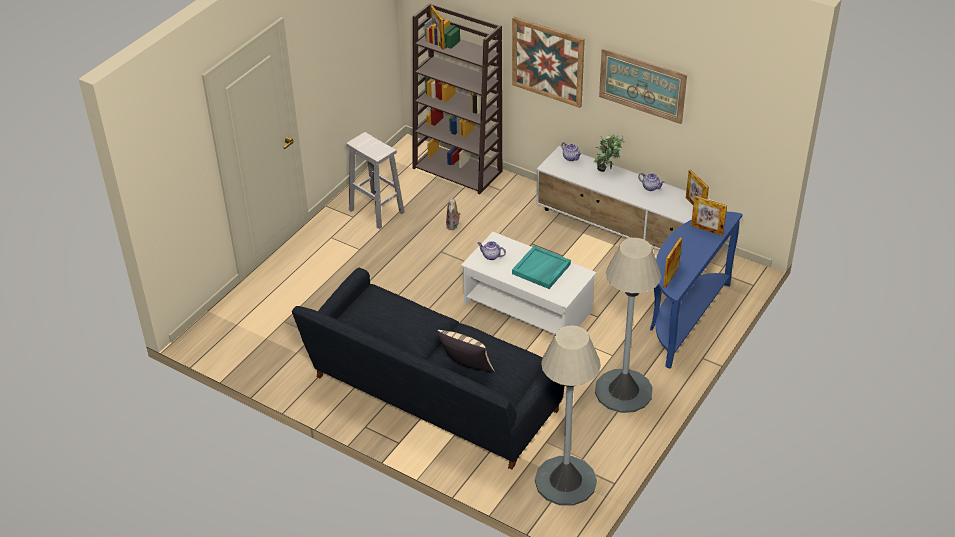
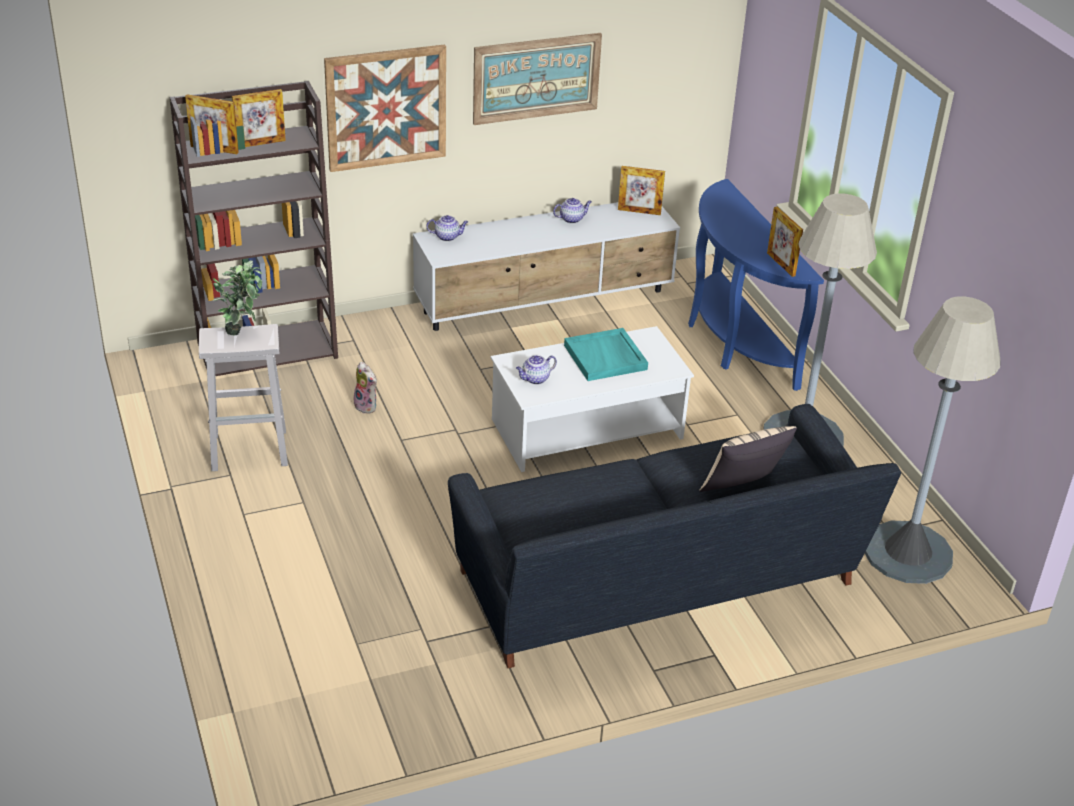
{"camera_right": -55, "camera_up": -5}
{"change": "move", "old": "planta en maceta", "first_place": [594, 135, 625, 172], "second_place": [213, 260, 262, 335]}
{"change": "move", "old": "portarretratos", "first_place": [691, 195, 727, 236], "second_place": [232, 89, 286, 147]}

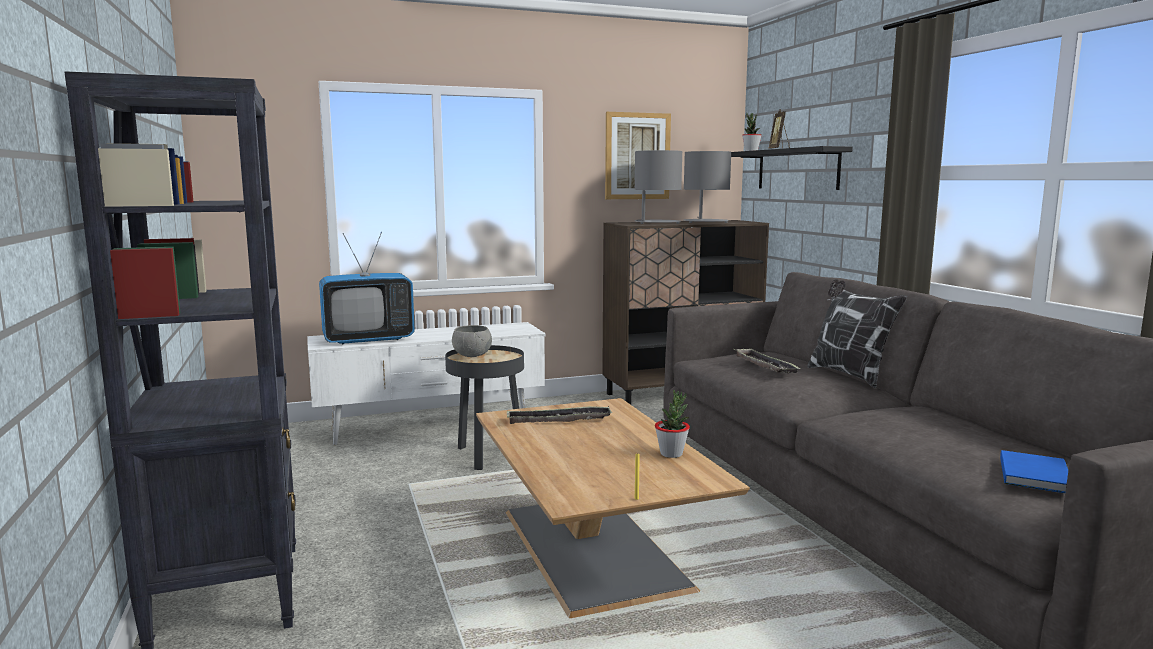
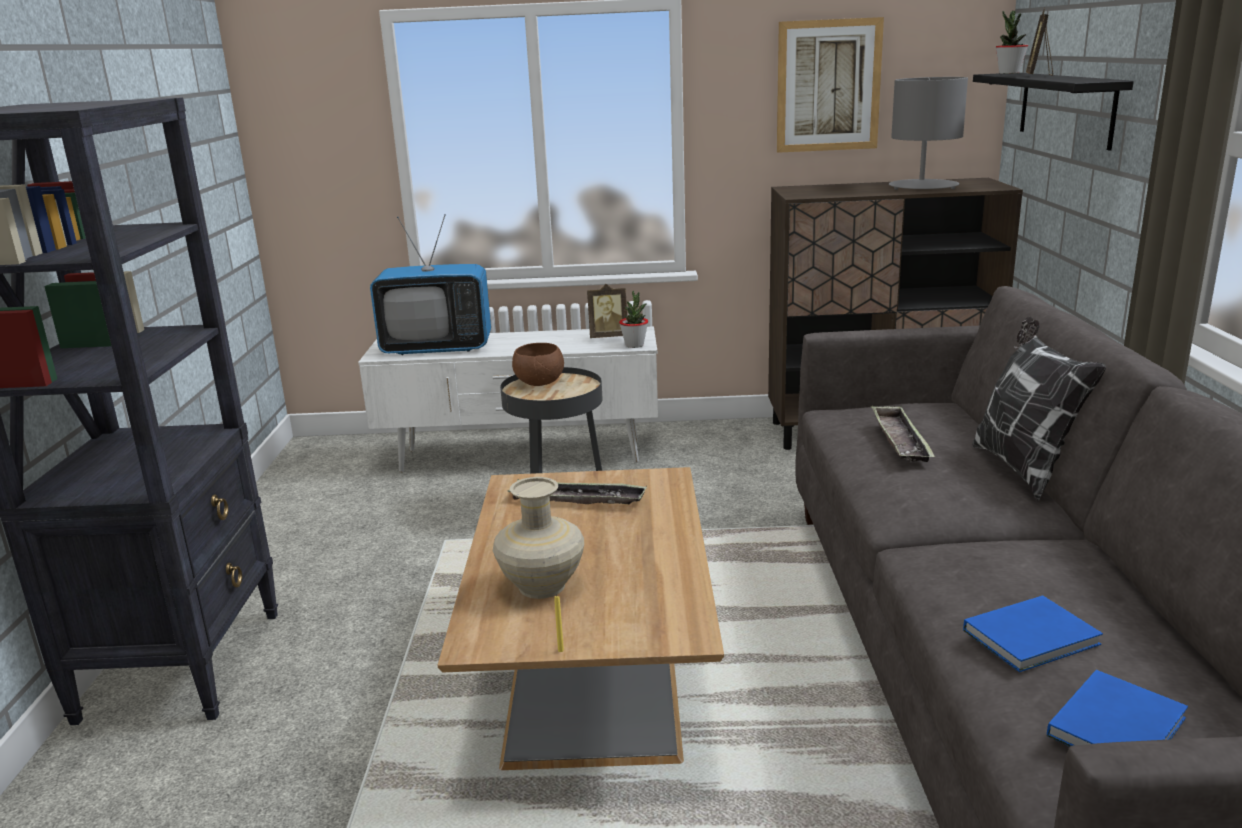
{"camera_right": 20, "camera_up": 10}
{"change": "delete", "old": "lámpara de mesa/gris", "first_place": [635, 150, 682, 224]}
{"change": "insert", "new": "florero/beis", "second_place": [493, 477, 584, 599]}
{"change": "insert", "new": "portarretratos", "second_place": [587, 284, 627, 338]}
{"change": "insert", "new": "libro/azul", "second_place": [963, 595, 1103, 672]}
{"change": "move", "old": "planta en maceta", "first_place": [655, 390, 690, 458], "second_place": [619, 291, 648, 348]}
{"change": "recolor", "old": "cuenco/gris", "new": "cuenco/marrón", "first_place": [452, 325, 492, 357], "second_place": [512, 343, 564, 386]}

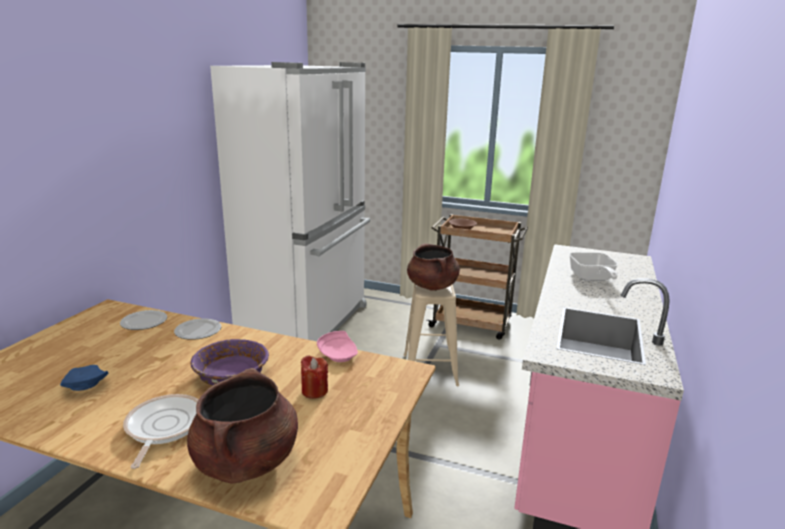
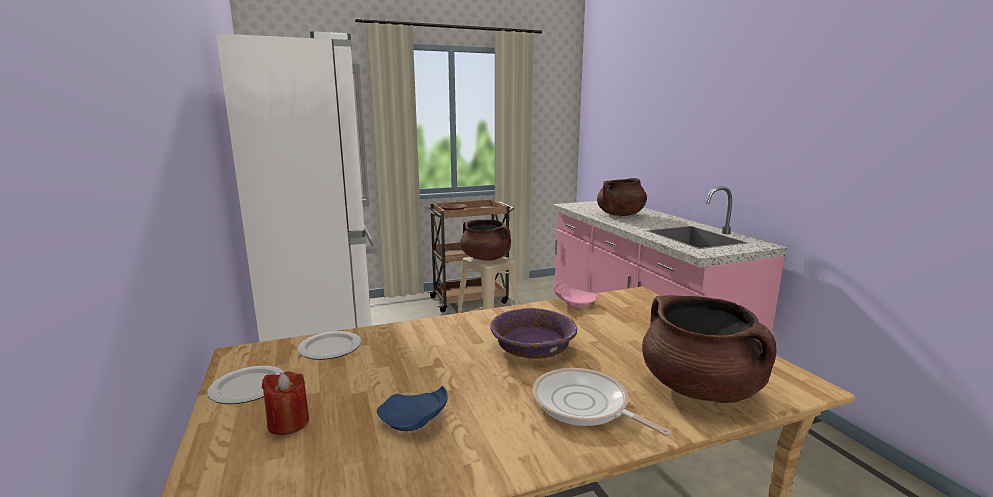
{"camera_right": -40, "camera_up": -5}
{"change": "move", "old": "plato", "first_place": [174, 318, 221, 340], "second_place": [207, 366, 284, 404]}
{"change": "move", "old": "vela/rojo", "first_place": [301, 355, 328, 399], "second_place": [262, 371, 309, 435]}
{"change": "replace", "old": "sartén", "new": "olla/marrón", "first_place": [569, 252, 618, 281], "second_place": [597, 178, 647, 216]}

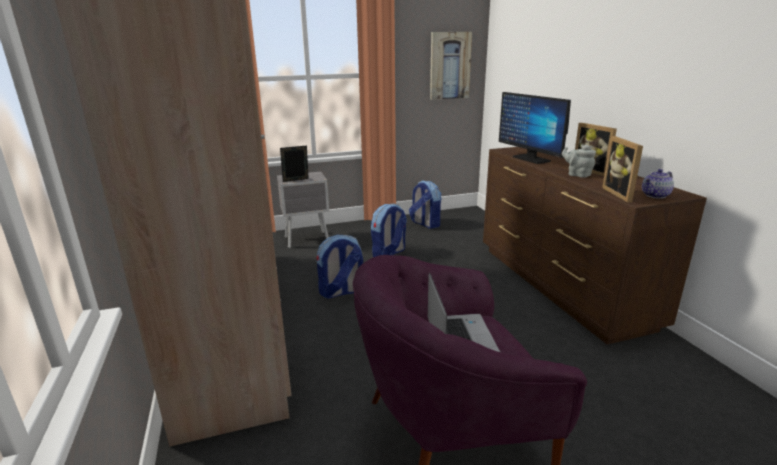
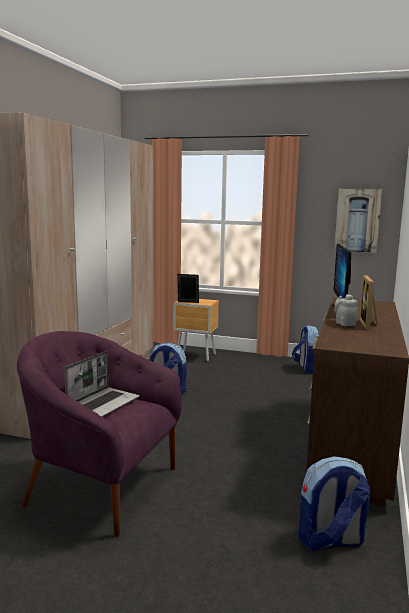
{"camera_right": 35, "camera_up": -10}
{"change": "delete", "old": "portarretratos", "first_place": [602, 136, 643, 202]}
{"change": "delete", "old": "tetera", "first_place": [642, 169, 674, 199]}
{"change": "move", "old": "mochila", "first_place": [371, 203, 407, 257], "second_place": [298, 456, 370, 551]}
{"change": "recolor", "old": "mesita de noche/gris", "new": "mesita de noche/marrón", "first_place": [277, 172, 329, 248], "second_place": [174, 299, 219, 361]}

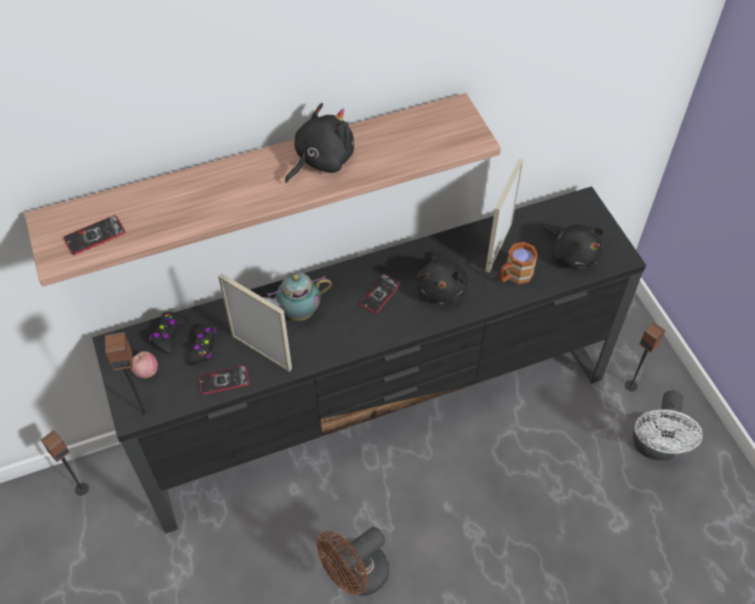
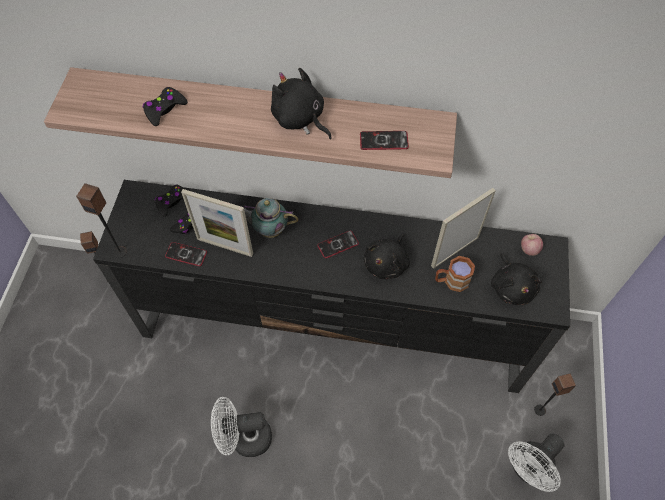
{"camera_right": 30, "camera_up": 5}
{"change": "insert", "new": "mando de consola/negro", "second_place": [142, 87, 188, 126]}
{"change": "move", "old": "móvil", "first_place": [63, 215, 125, 255], "second_place": [360, 131, 409, 150]}
{"change": "move", "old": "manzana", "first_place": [131, 351, 158, 378], "second_place": [521, 234, 543, 256]}
{"change": "recolor", "old": "ventilador/marrón", "new": "ventilador/blanco", "first_place": [317, 527, 390, 596], "second_place": [211, 397, 272, 457]}
{"change": "rotate", "old": "portarretratos", "first_place": [218, 273, 292, 372], "second_place": [181, 189, 253, 257], "degrees": 135}
{"change": "rotate", "old": "peluche/negro", "first_place": [285, 103, 354, 183], "second_place": [271, 68, 332, 139], "degrees": -120}

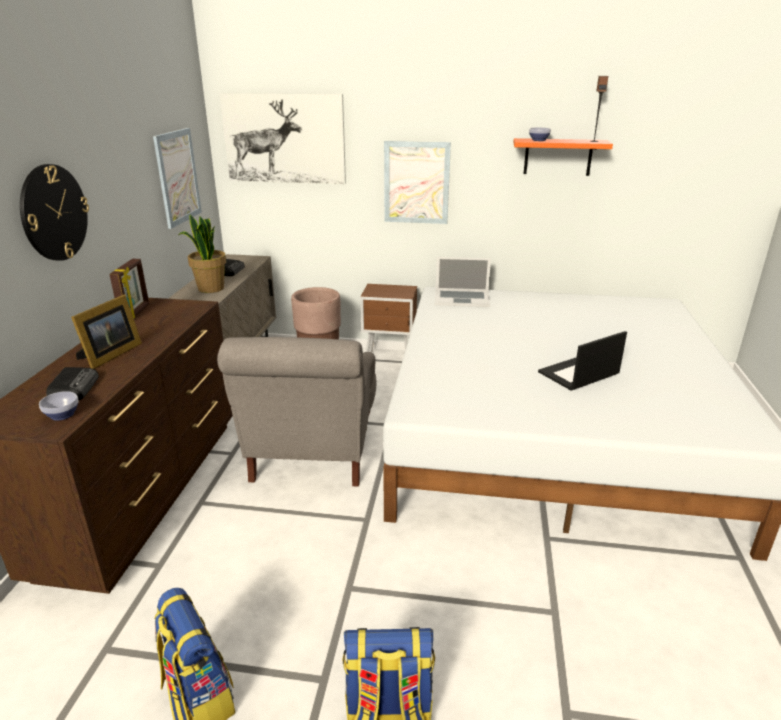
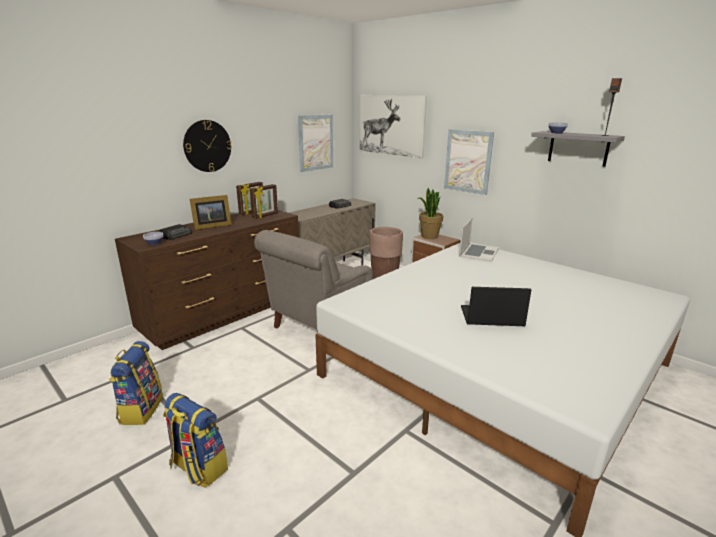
{"camera_right": 35, "camera_up": -5}
{"change": "insert", "new": "portarretratos", "second_place": [250, 184, 278, 219]}
{"change": "move", "old": "planta en maceta", "first_place": [179, 214, 226, 293], "second_place": [417, 188, 443, 239]}
{"change": "recolor", "old": "estante/naranja", "new": "estante/gris", "first_place": [513, 138, 613, 176], "second_place": [531, 131, 625, 167]}
{"change": "rotate", "old": "portátil", "first_place": [434, 257, 491, 307], "second_place": [459, 218, 499, 262], "degrees": -105}

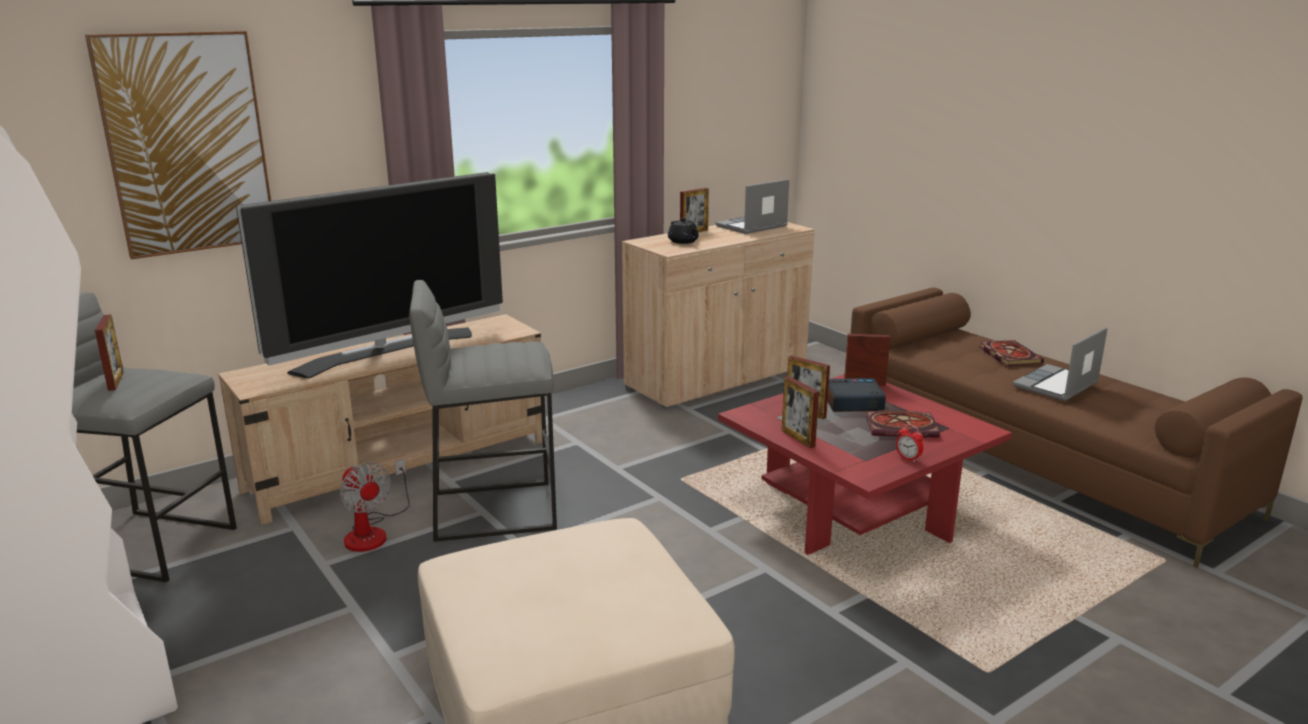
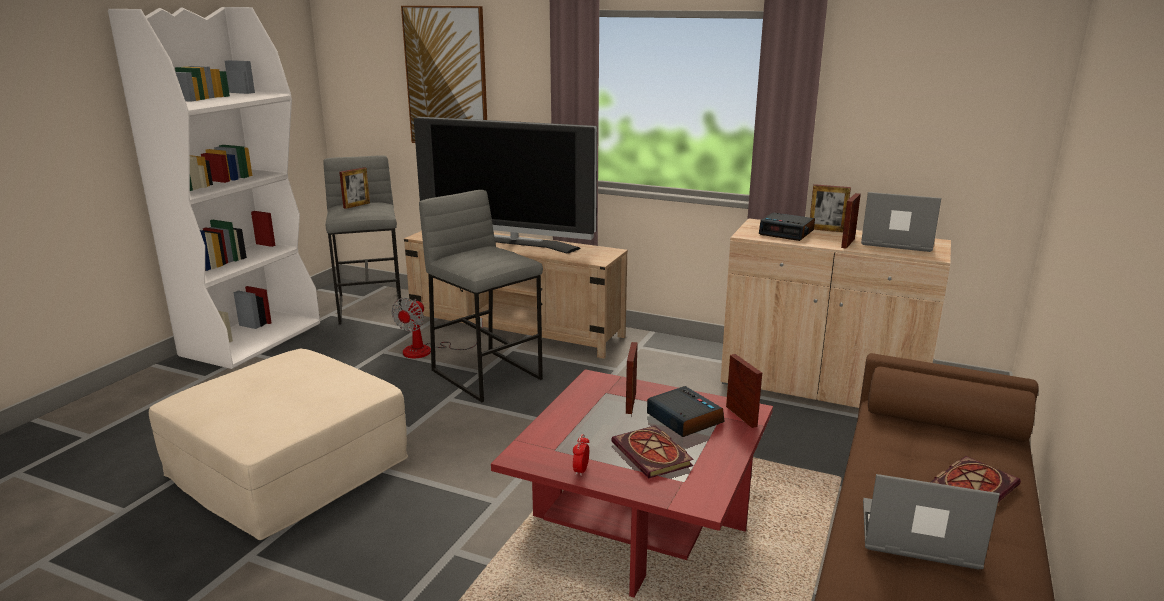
{"camera_right": 60, "camera_up": 0}
{"change": "move", "old": "portarretratos", "first_place": [782, 376, 819, 448], "second_place": [841, 193, 861, 249]}
{"change": "replace", "old": "tetera/negro", "new": "despertador", "first_place": [668, 218, 699, 244], "second_place": [759, 212, 815, 241]}

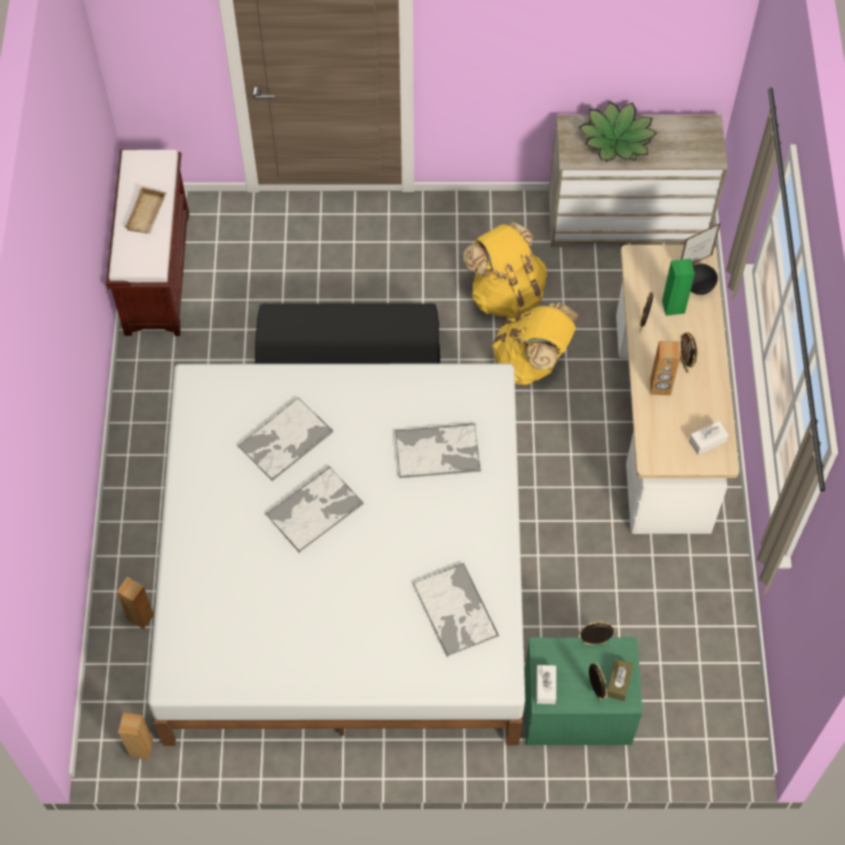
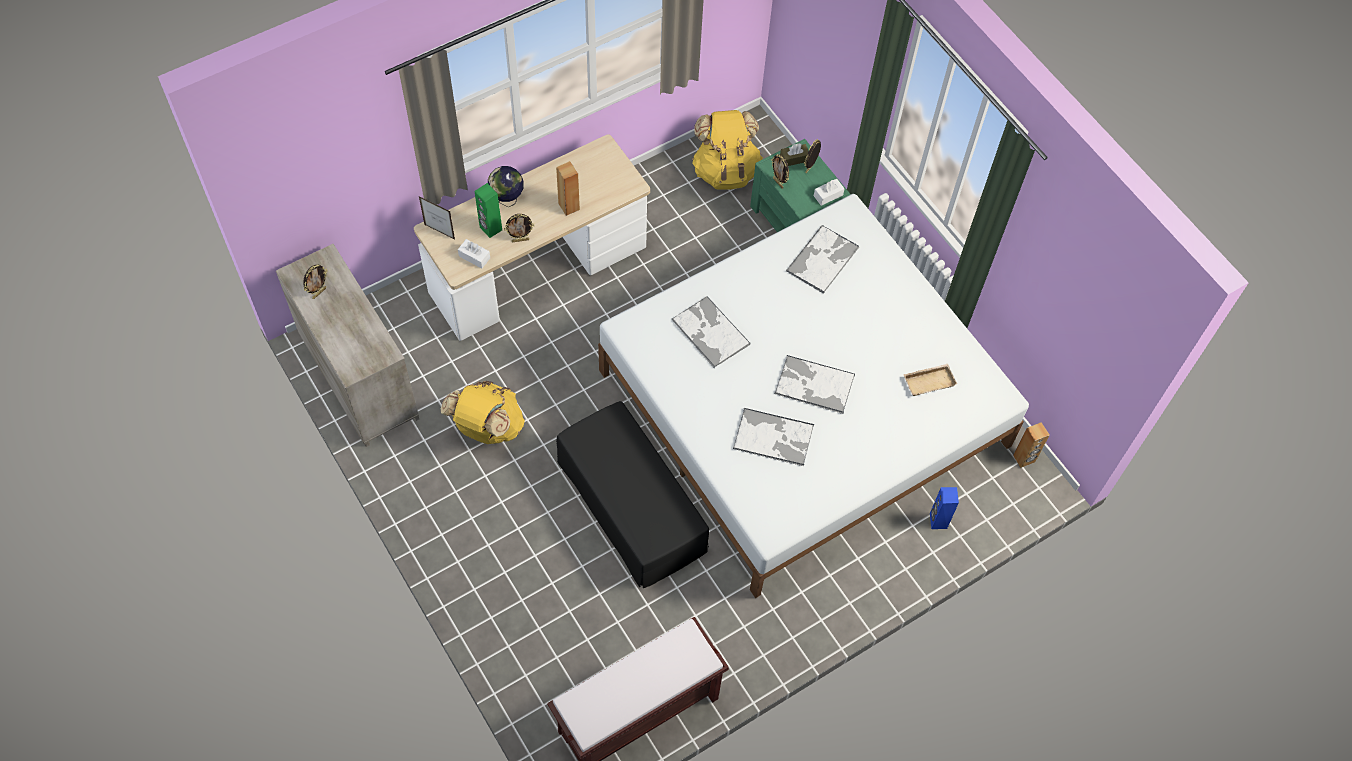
{"camera_right": -125, "camera_up": 0}
{"change": "delete", "old": "planta en maceta", "first_place": [579, 101, 657, 162]}
{"change": "delete", "old": "cuenco/negro", "first_place": [691, 263, 718, 295]}
{"change": "insert", "new": "globo terráqueo", "second_place": [488, 166, 524, 207]}
{"change": "move", "old": "bandeja/beis", "first_place": [124, 186, 167, 234], "second_place": [904, 364, 957, 396]}
{"change": "move", "old": "mochila/amarillo", "first_place": [492, 302, 579, 385], "second_place": [692, 110, 763, 190]}
{"change": "move", "old": "portarretratos", "first_place": [680, 332, 697, 373], "second_place": [303, 264, 327, 299]}
{"change": "move", "old": "caja de pañuelos/blanco", "first_place": [689, 421, 729, 455], "second_place": [458, 239, 490, 268]}
{"change": "recolor", "old": "altavoz/marrón", "new": "altavoz/azul", "first_place": [117, 577, 154, 629], "second_place": [930, 487, 959, 529]}

